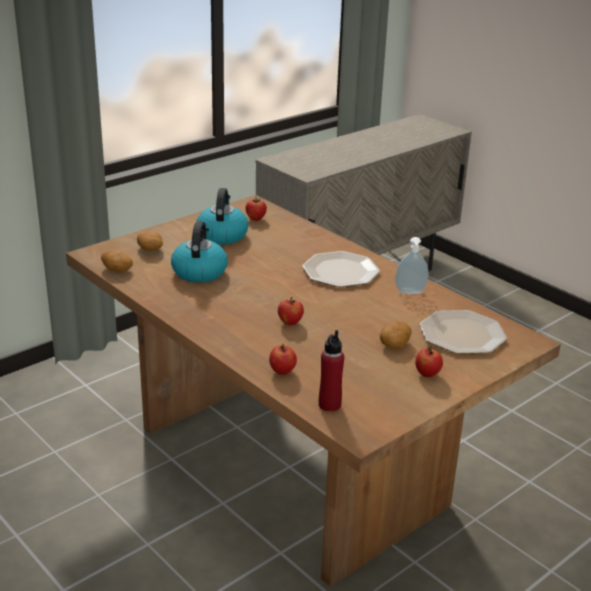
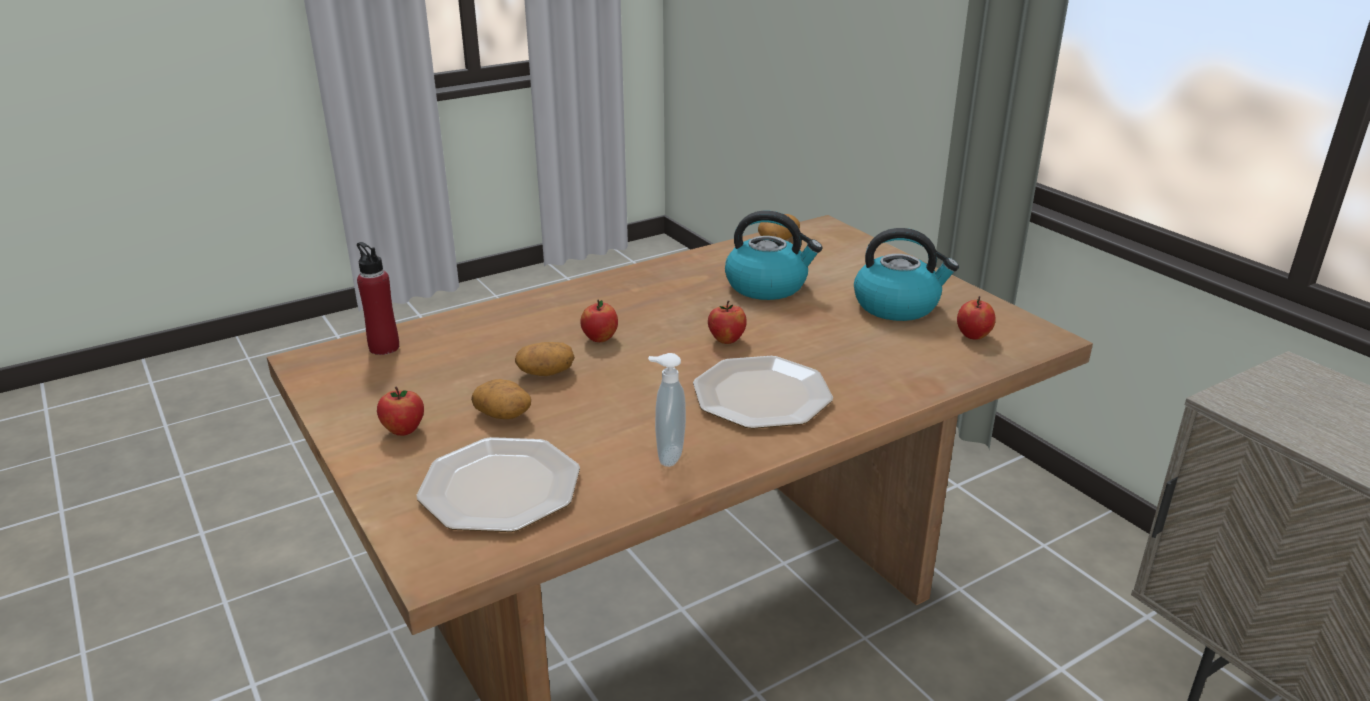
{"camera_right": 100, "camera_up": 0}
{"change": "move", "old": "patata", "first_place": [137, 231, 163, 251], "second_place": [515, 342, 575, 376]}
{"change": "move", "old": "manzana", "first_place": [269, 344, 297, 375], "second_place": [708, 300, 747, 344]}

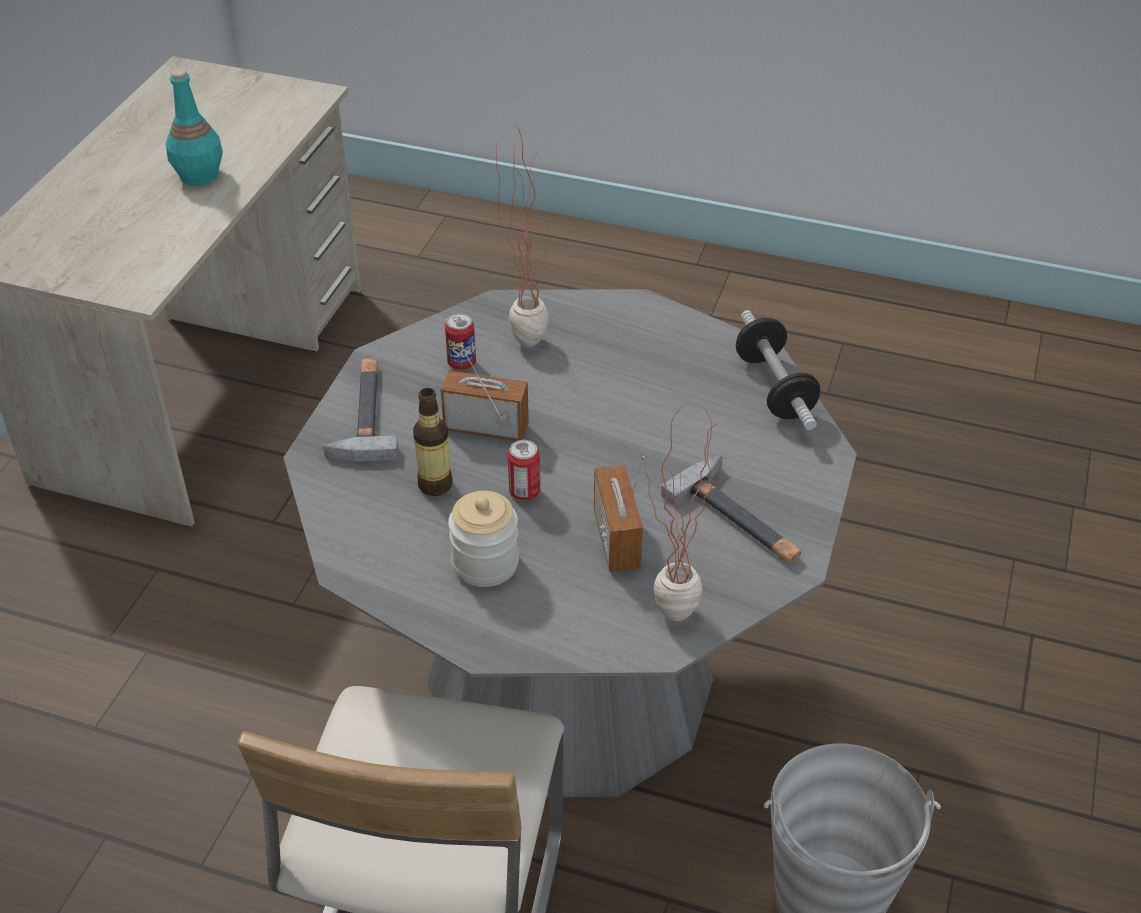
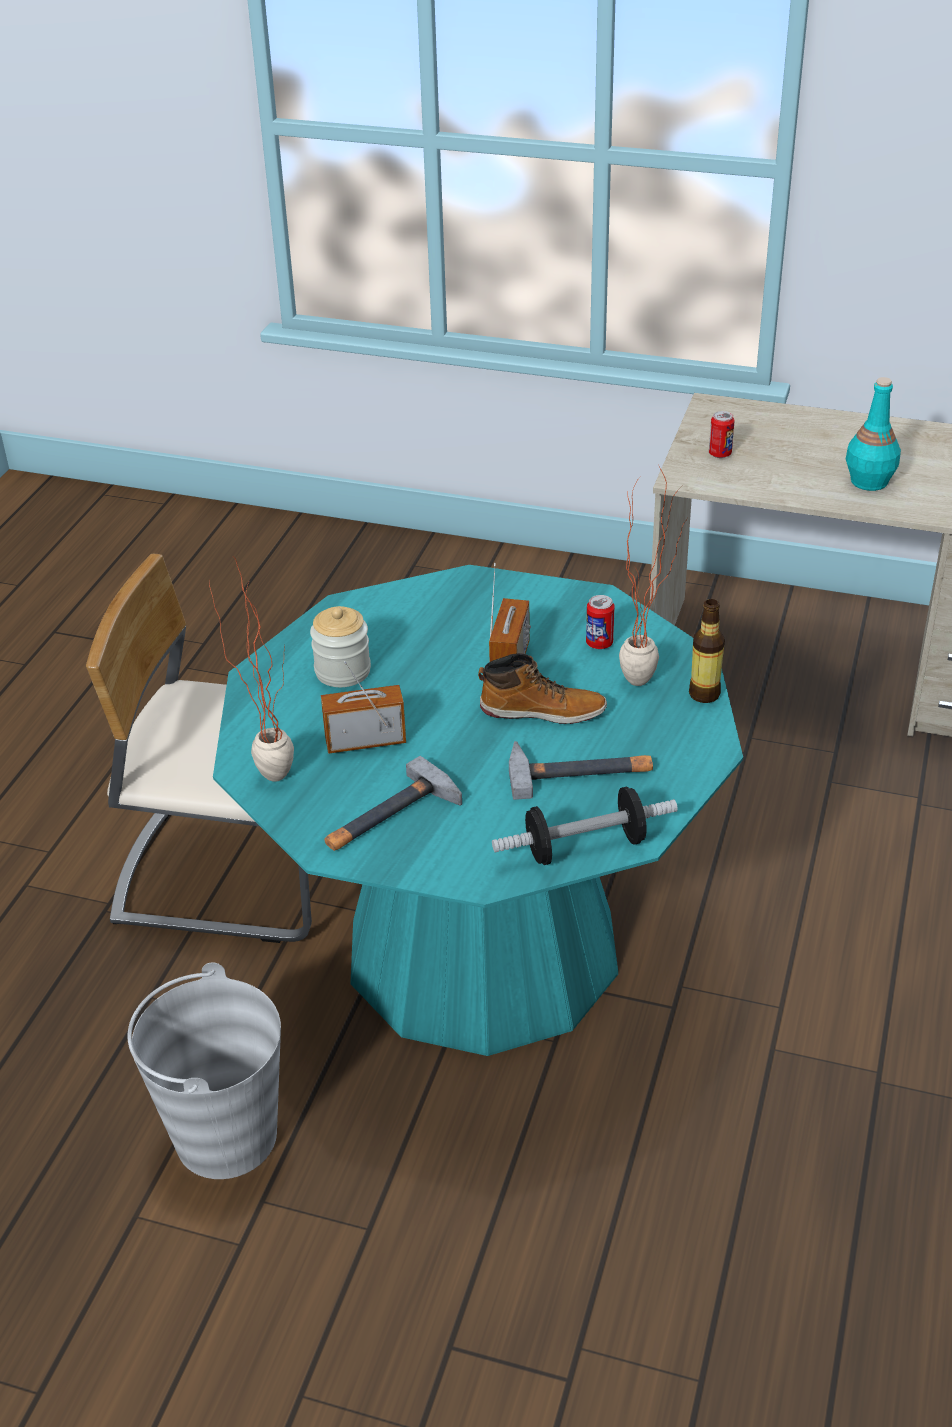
{"camera_right": 90, "camera_up": -5}
{"change": "insert", "new": "bota", "second_place": [478, 653, 607, 724]}
{"change": "move", "old": "martillo", "first_place": [323, 358, 398, 462], "second_place": [509, 741, 653, 800]}
{"change": "move", "old": "botella", "first_place": [413, 388, 453, 496], "second_place": [689, 599, 725, 703]}
{"change": "move", "old": "lata", "first_place": [508, 440, 540, 501], "second_place": [709, 411, 735, 458]}
{"change": "recolor", "old": "mesa de comedor/gris", "new": "mesa de comedor/turquesa", "first_place": [283, 289, 857, 797], "second_place": [213, 565, 743, 1056]}

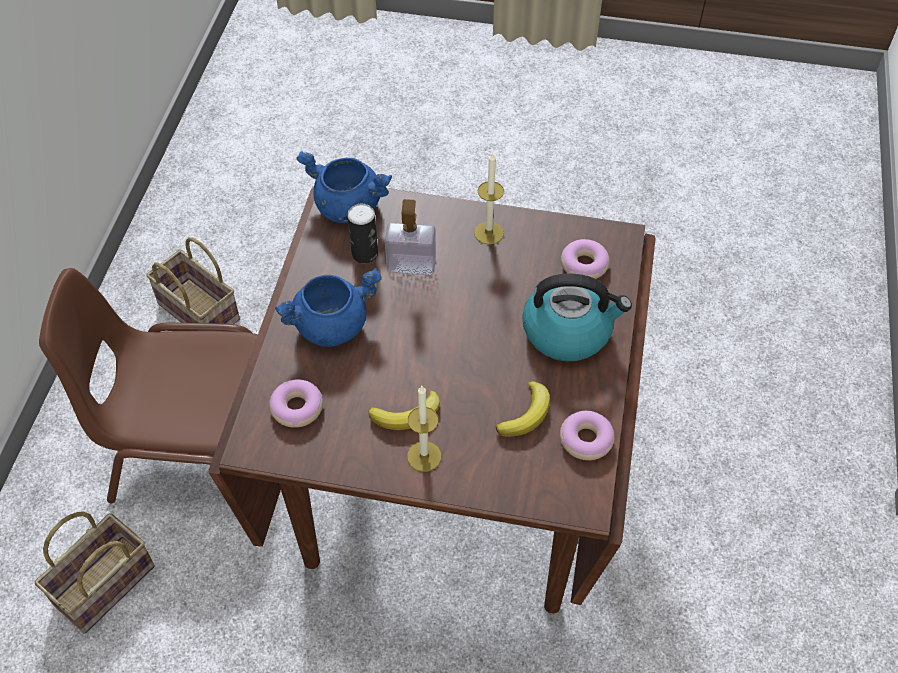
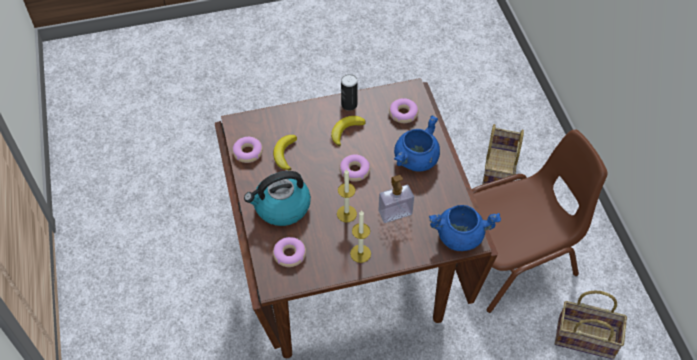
{"camera_right": 155, "camera_up": 0}
{"change": "insert", "new": "rosquilla", "second_place": [339, 154, 370, 182]}
{"change": "move", "old": "lata", "first_place": [347, 204, 378, 264], "second_place": [341, 74, 358, 111]}
{"change": "move", "old": "vela", "first_place": [407, 386, 441, 472], "second_place": [337, 169, 357, 222]}

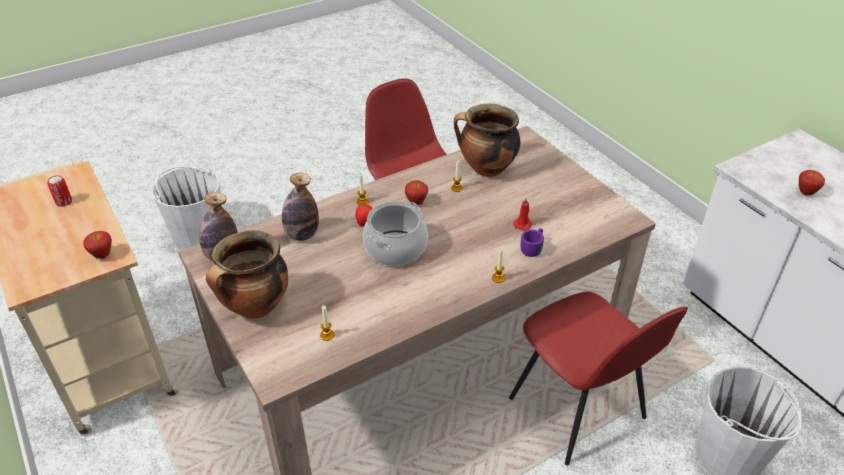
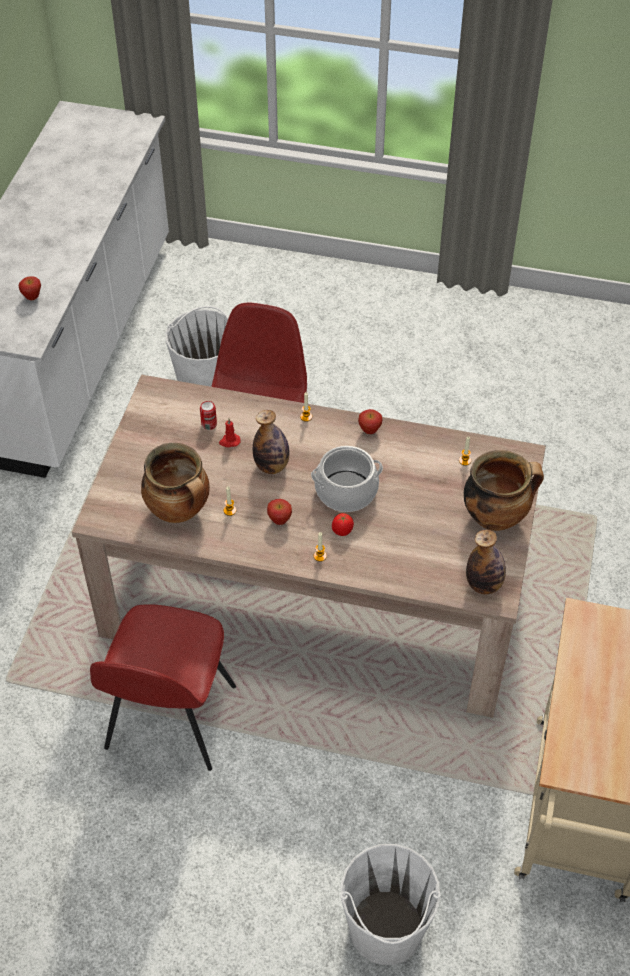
{"camera_right": -135, "camera_up": 10}
{"change": "delete", "old": "taza grande/morado", "first_place": [520, 228, 544, 257]}
{"change": "move", "old": "lata", "first_place": [47, 176, 72, 207], "second_place": [200, 401, 217, 430]}
{"change": "move", "old": "manzana", "first_place": [83, 231, 112, 259], "second_place": [358, 409, 382, 434]}
{"change": "move", "old": "botella", "first_place": [282, 173, 319, 241], "second_place": [253, 410, 289, 474]}

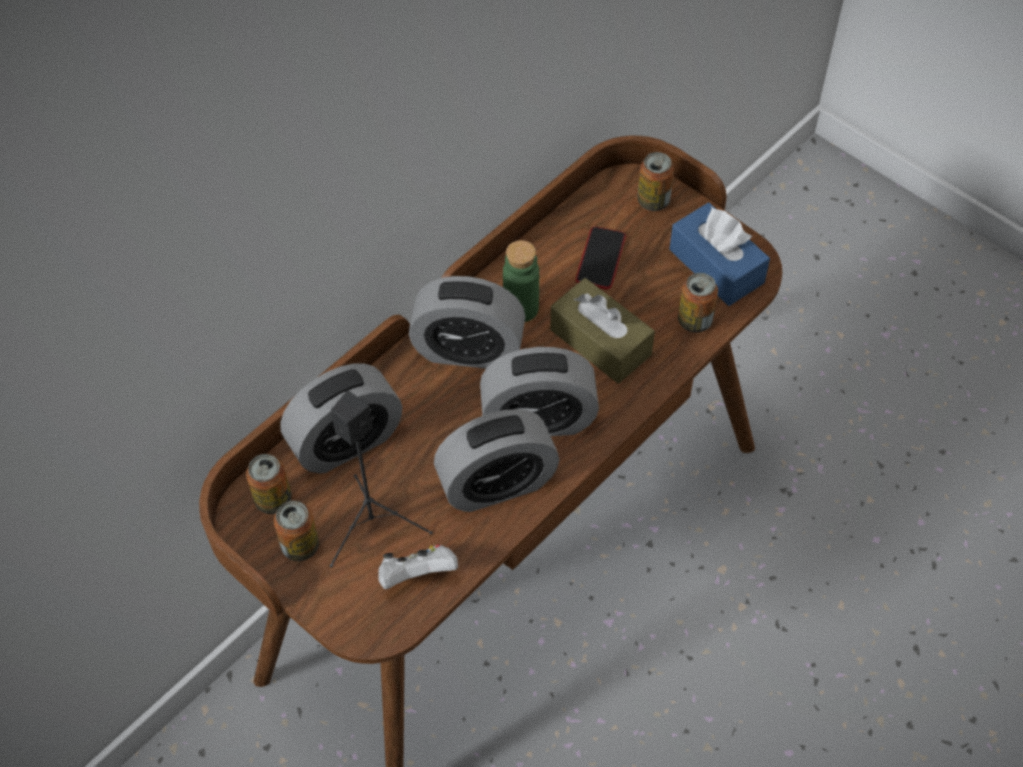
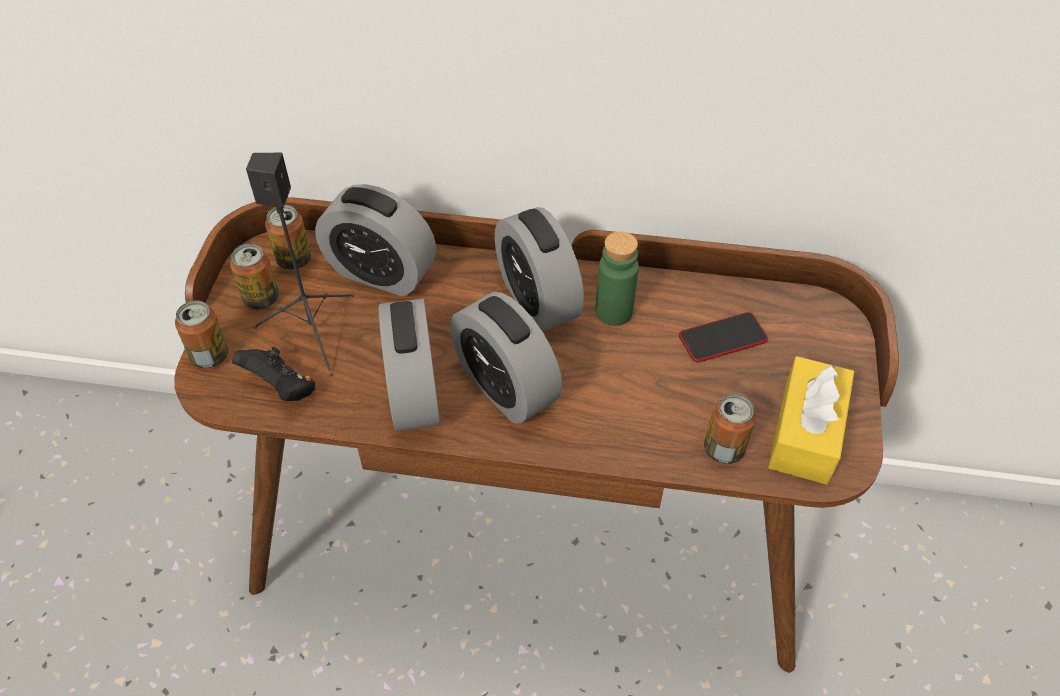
{"camera_right": 55, "camera_up": -5}
{"change": "delete", "old": "caja de pañuelos/marrón", "first_place": [550, 278, 655, 383]}
{"change": "move", "old": "lata", "first_place": [637, 152, 674, 211], "second_place": [175, 300, 228, 369]}
{"change": "recolor", "old": "mando de consola/blanco", "new": "mando de consola/negro", "first_place": [378, 544, 458, 589], "second_place": [232, 347, 316, 401]}
{"change": "recolor", "old": "caja de pañuelos/azul", "new": "caja de pañuelos/amarillo", "first_place": [669, 202, 770, 306], "second_place": [768, 356, 854, 485]}
{"change": "rotate", "old": "despertador", "first_place": [434, 409, 559, 512], "second_place": [379, 299, 440, 431], "degrees": -135}

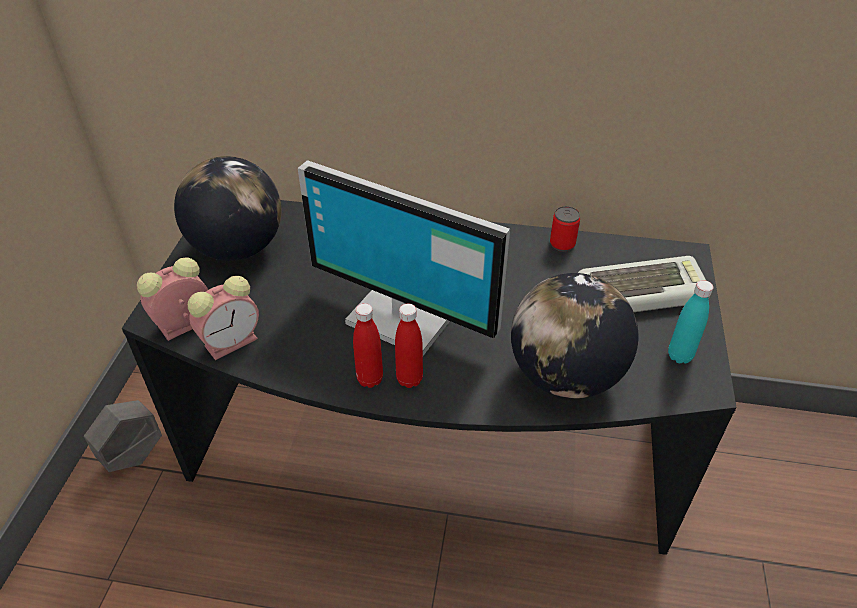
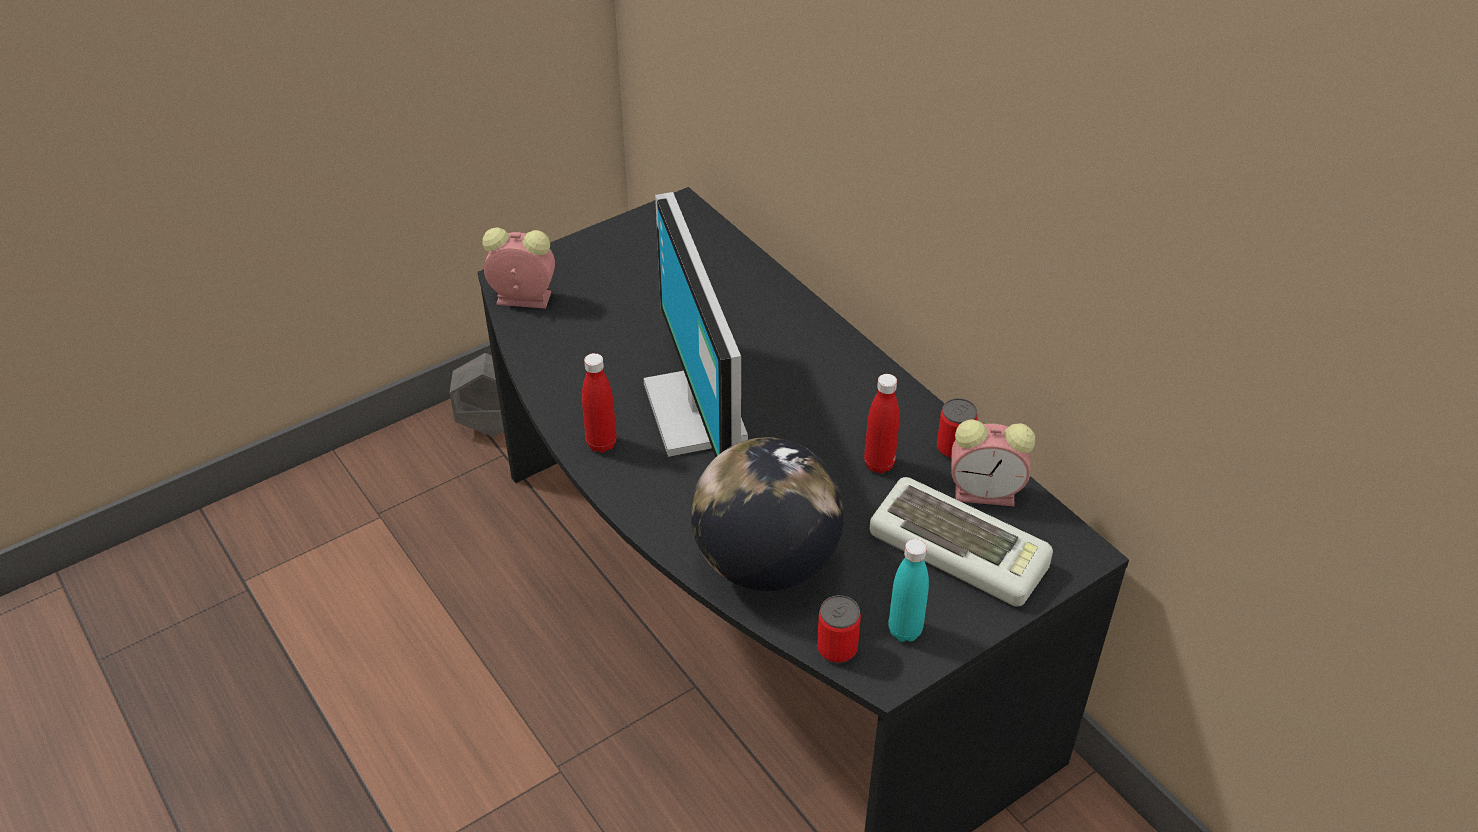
{"camera_right": 45, "camera_up": 0}
{"change": "delete", "old": "globo terráqueo", "first_place": [174, 156, 282, 261]}
{"change": "insert", "new": "lata", "second_place": [817, 595, 861, 664]}
{"change": "move", "old": "despertador", "first_place": [188, 276, 259, 360], "second_place": [951, 419, 1035, 506]}
{"change": "move", "old": "botella/rojo", "first_place": [395, 304, 423, 388], "second_place": [864, 374, 899, 474]}

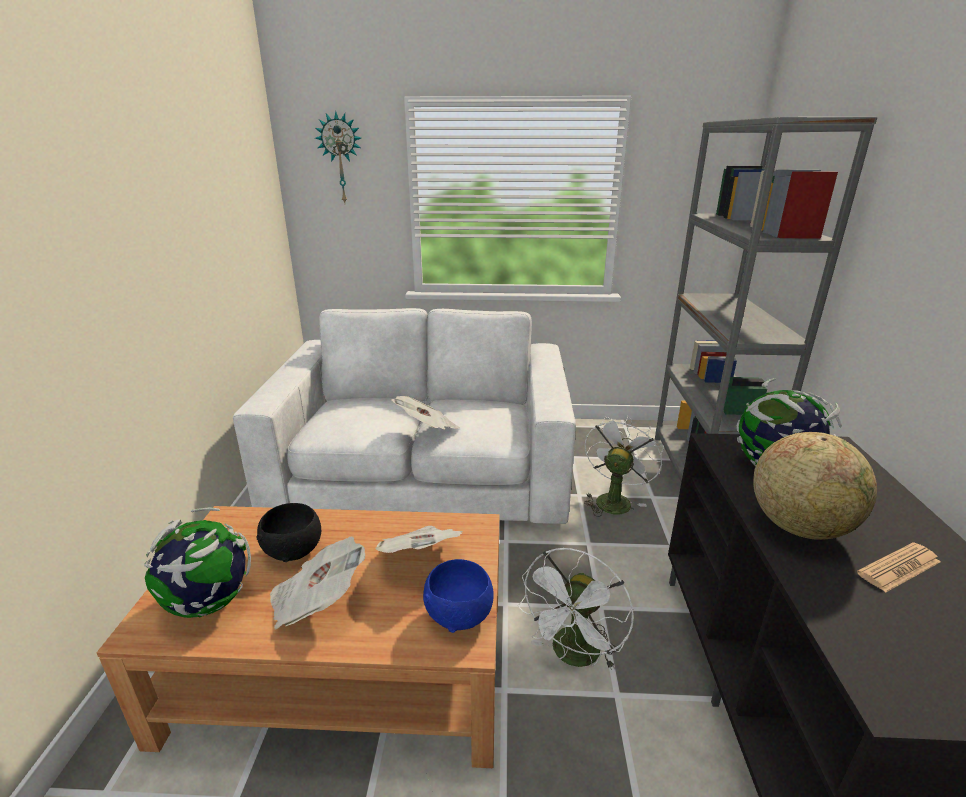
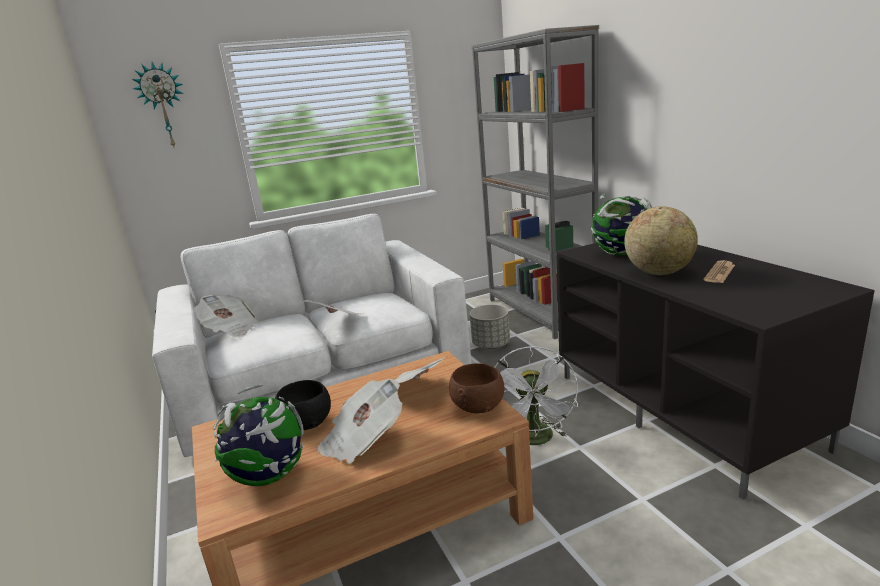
{"camera_right": -25, "camera_up": -5}
{"change": "insert", "new": "periódico", "second_place": [194, 295, 258, 338]}
{"change": "replace", "old": "ventilador/blanco", "new": "maceta/gris", "first_place": [584, 416, 664, 517], "second_place": [470, 304, 510, 349]}
{"change": "recolor", "old": "cuenco/azul", "new": "cuenco/marrón", "first_place": [423, 559, 494, 633], "second_place": [449, 363, 504, 413]}

